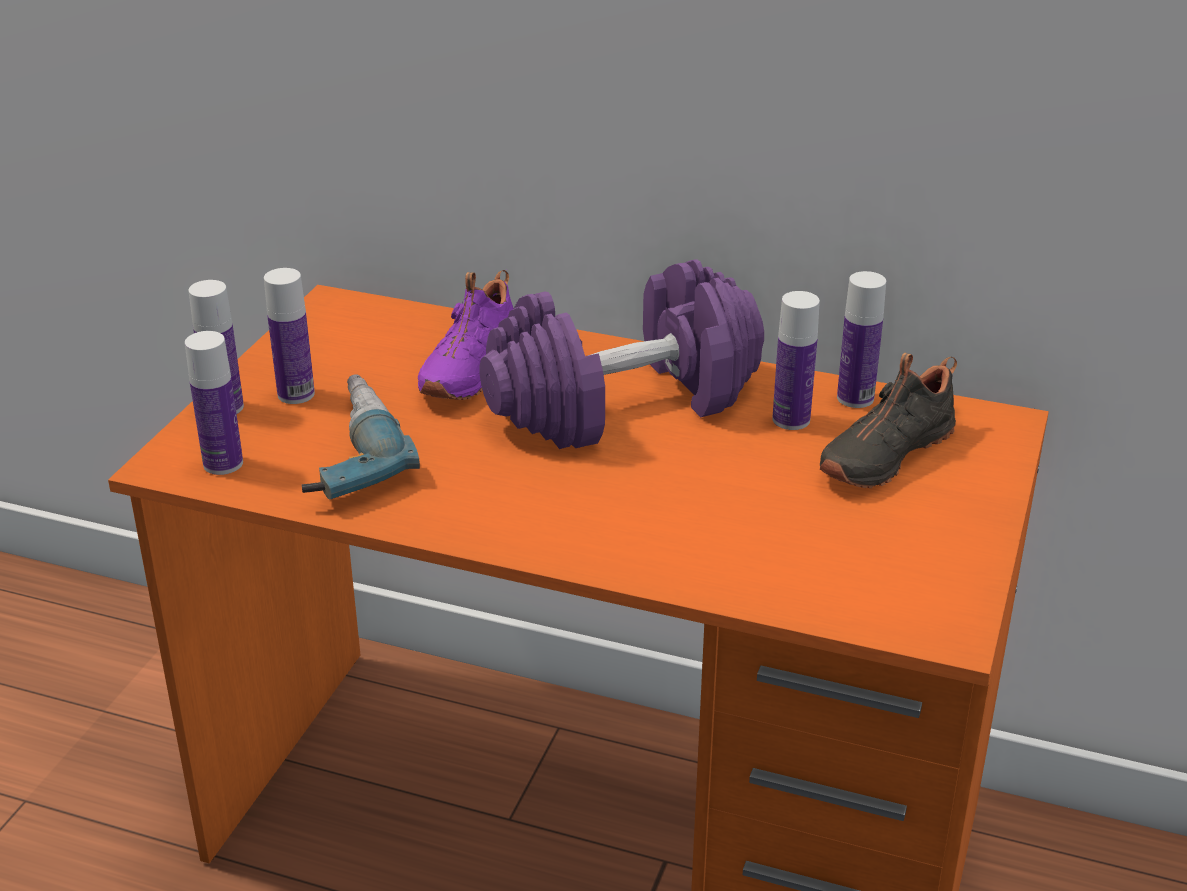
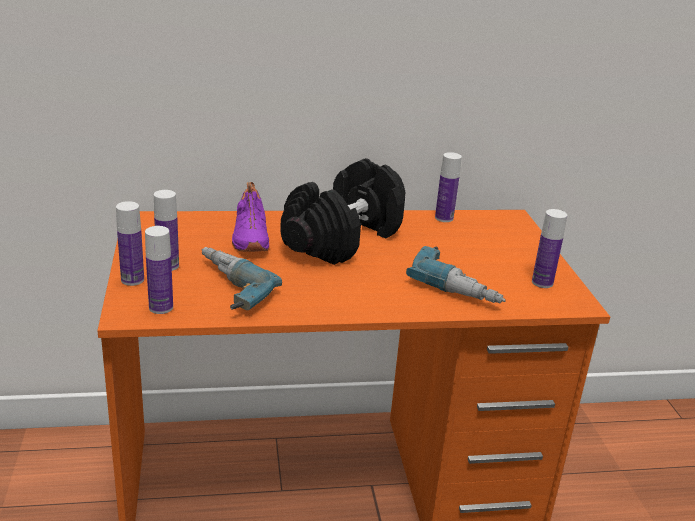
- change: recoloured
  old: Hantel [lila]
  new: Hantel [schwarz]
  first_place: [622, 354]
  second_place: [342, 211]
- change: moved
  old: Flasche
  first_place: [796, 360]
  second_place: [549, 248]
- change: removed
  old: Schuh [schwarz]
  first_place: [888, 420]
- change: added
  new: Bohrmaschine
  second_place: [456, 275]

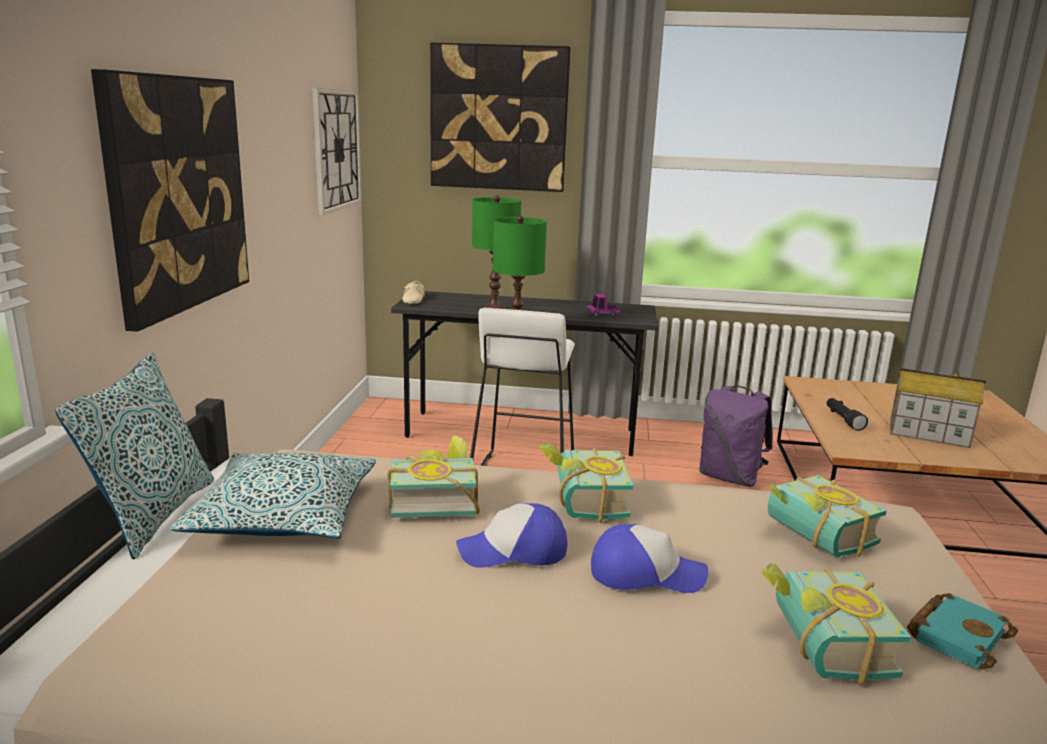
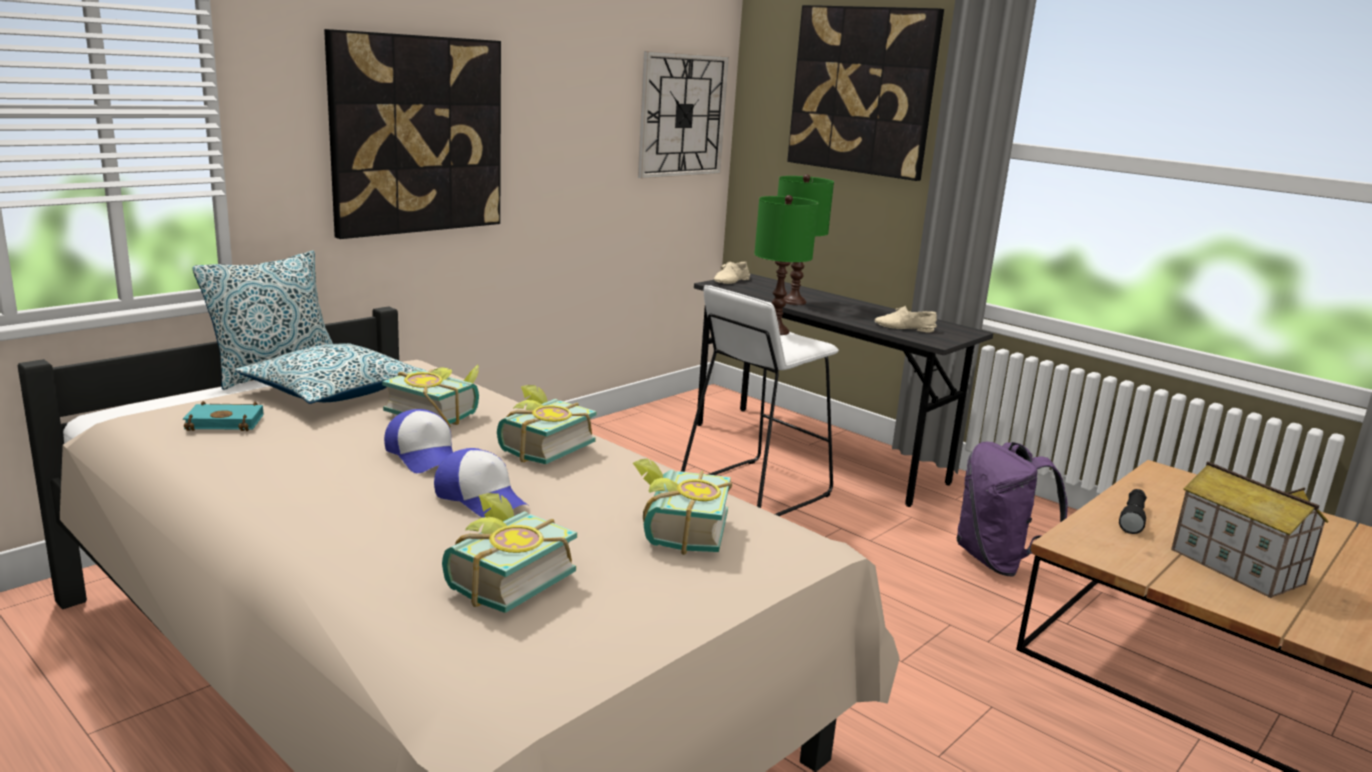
- change: replaced
  old: Spielzeuglaster
  new: Schuh [beige]
  first_place: [603, 305]
  second_place: [906, 319]
- change: turned
  old: Kappe
  first_place: [512, 535]
  second_place: [418, 441]
  degrees: -150
- change: moved
  old: Buch [türkis]
  first_place: [962, 631]
  second_place: [223, 416]

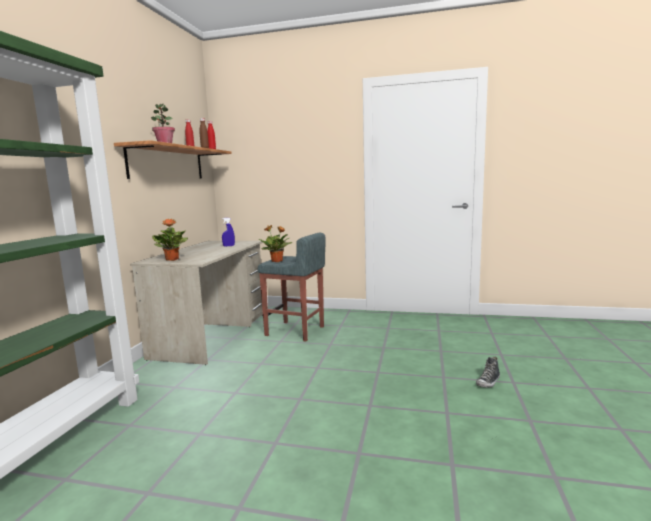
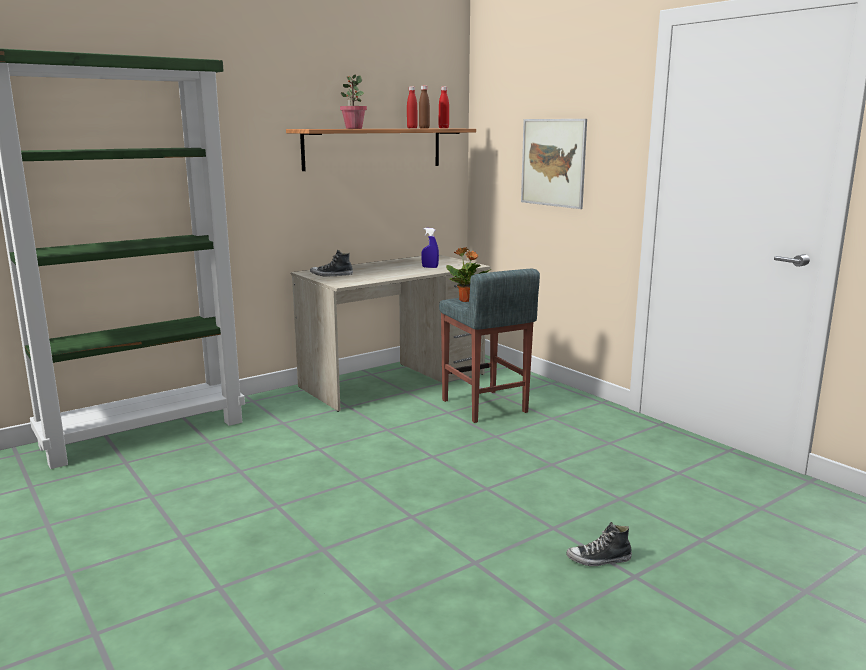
- change: replaced
  old: Topfpflanze
  new: Schuh
  first_place: [170, 240]
  second_place: [331, 263]
- change: added
  new: Bild
  second_place: [554, 164]

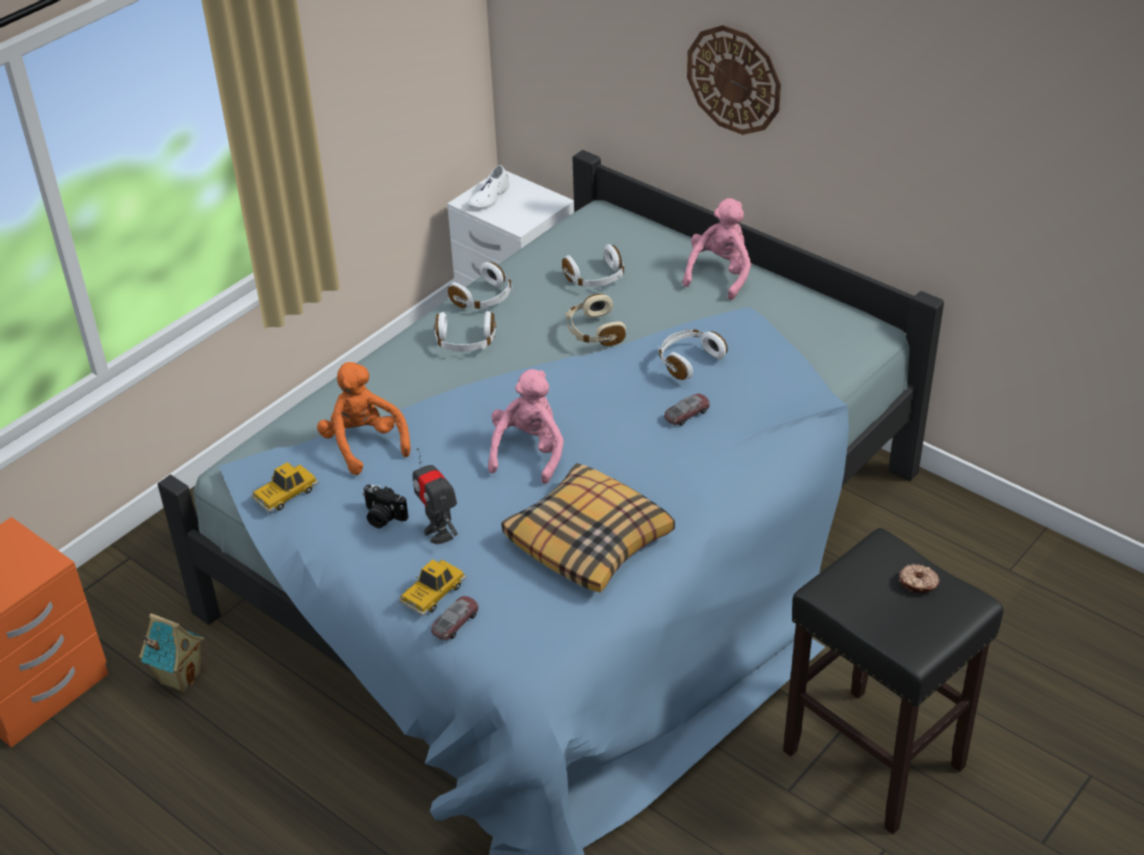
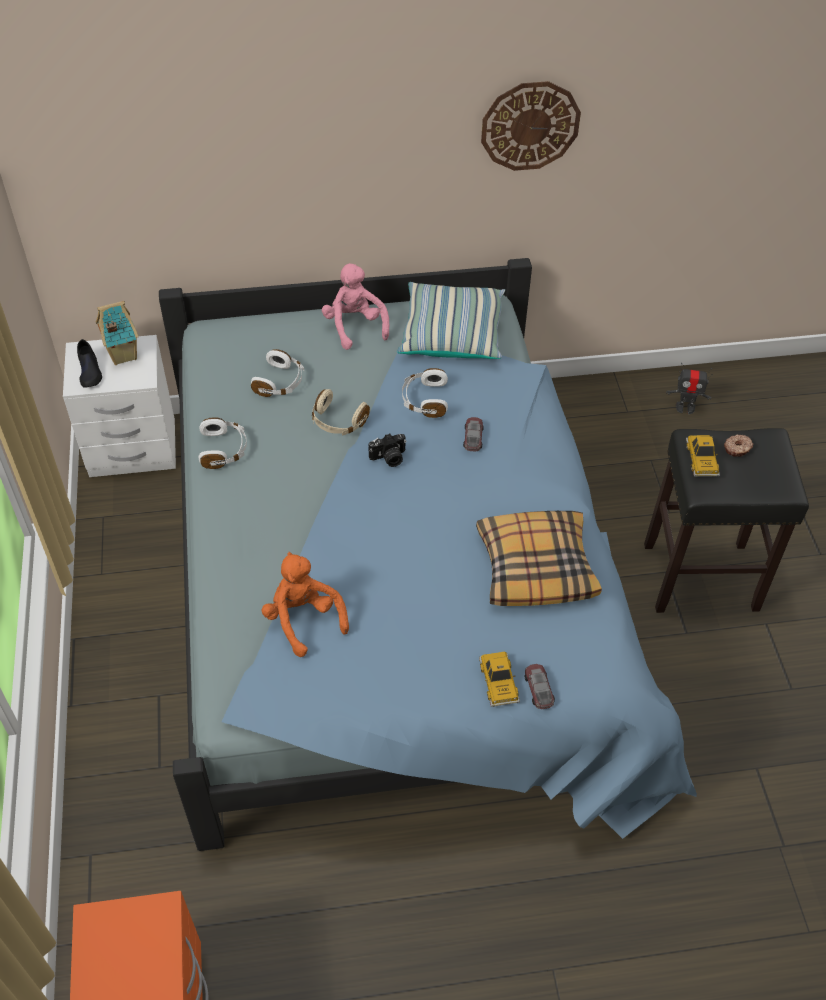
- change: moved
  old: Wanduhr
  first_place: [734, 80]
  second_place: [531, 126]
- change: recoloured
  old: Schuh [weiß]
  new: Schuh [schwarz]
  first_place: [488, 187]
  second_place: [89, 363]
- change: removed
  old: Kopfhörer [weiß]
  first_place: [465, 331]
- change: turned
  old: Plüschtier [orange]
  first_place: [364, 418]
  second_place: [305, 604]
  degrees: 45
- change: removed
  old: Plüschtier [rosa]
  first_place: [526, 426]
- change: moved
  old: Spielzeugroboter
  first_place: [435, 496]
  second_place: [689, 388]
- change: moved
  old: Spielzeugauto
  first_place: [285, 487]
  second_place: [703, 456]
- change: moved
  old: Kamera
  first_place: [385, 506]
  second_place: [387, 450]
- change: moved
  old: Spielzeughaus
  first_place: [171, 653]
  second_place: [116, 333]
- change: added
  new: Kissen
  second_place: [451, 320]

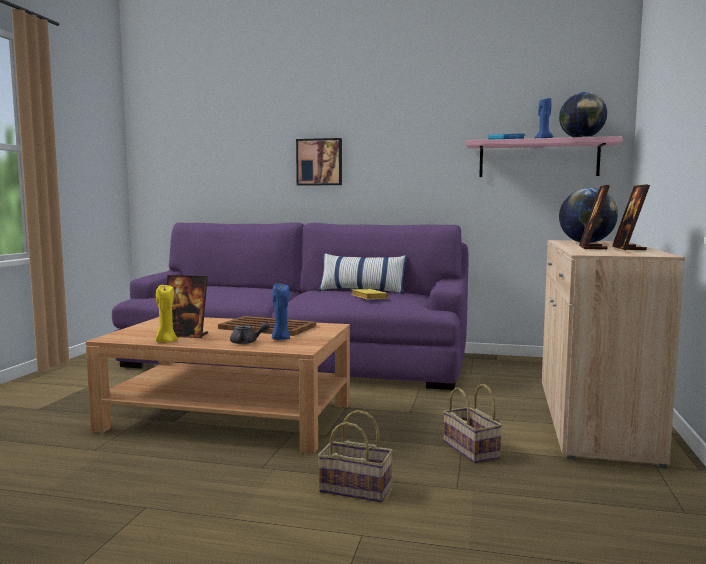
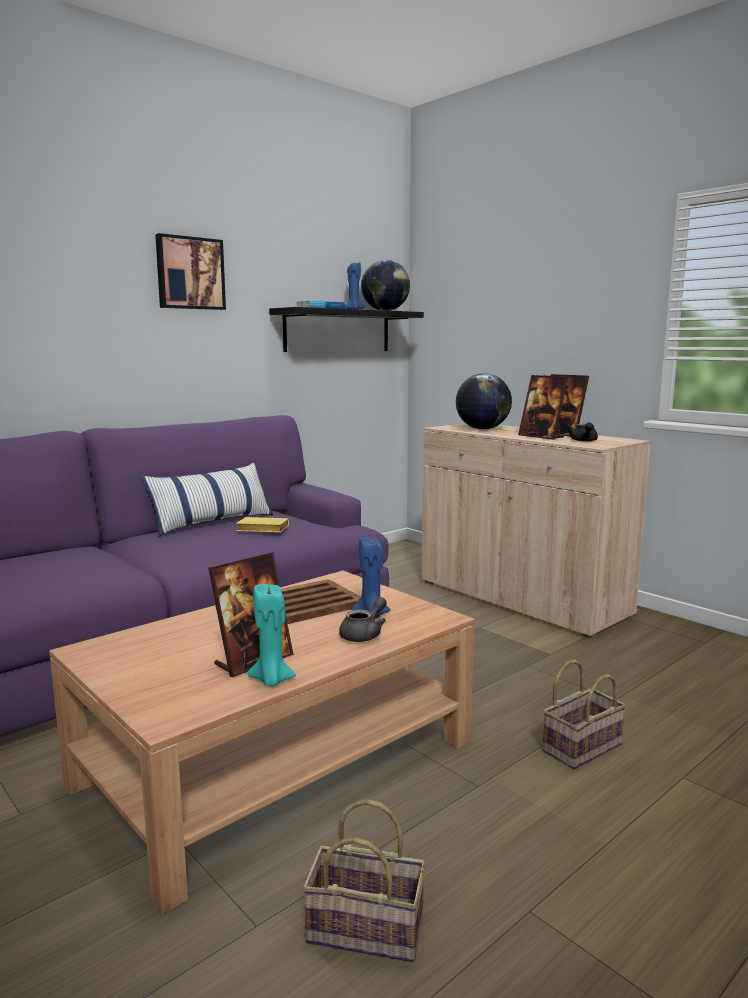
- change: recoloured
  old: Wandregal [rosa]
  new: Wandregal [schwarz]
  first_place: [544, 156]
  second_place: [346, 329]
- change: moved
  old: Bild
  first_place: [319, 162]
  second_place: [190, 271]
- change: recoloured
  old: Kerze [gelb]
  new: Kerze [türkis]
  first_place: [166, 313]
  second_place: [272, 635]
- change: moved
  old: Korb
  first_place: [472, 423]
  second_place: [364, 880]
- change: added
  new: Teekanne [schwarz]
  second_place: [582, 432]

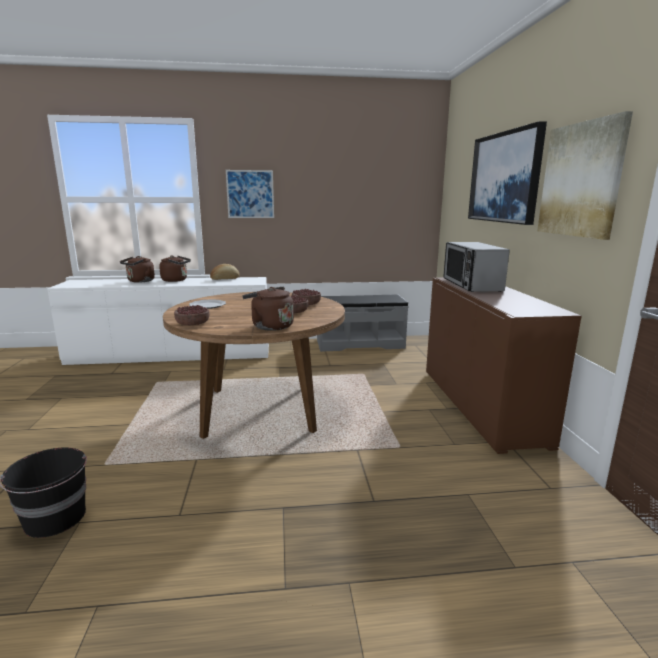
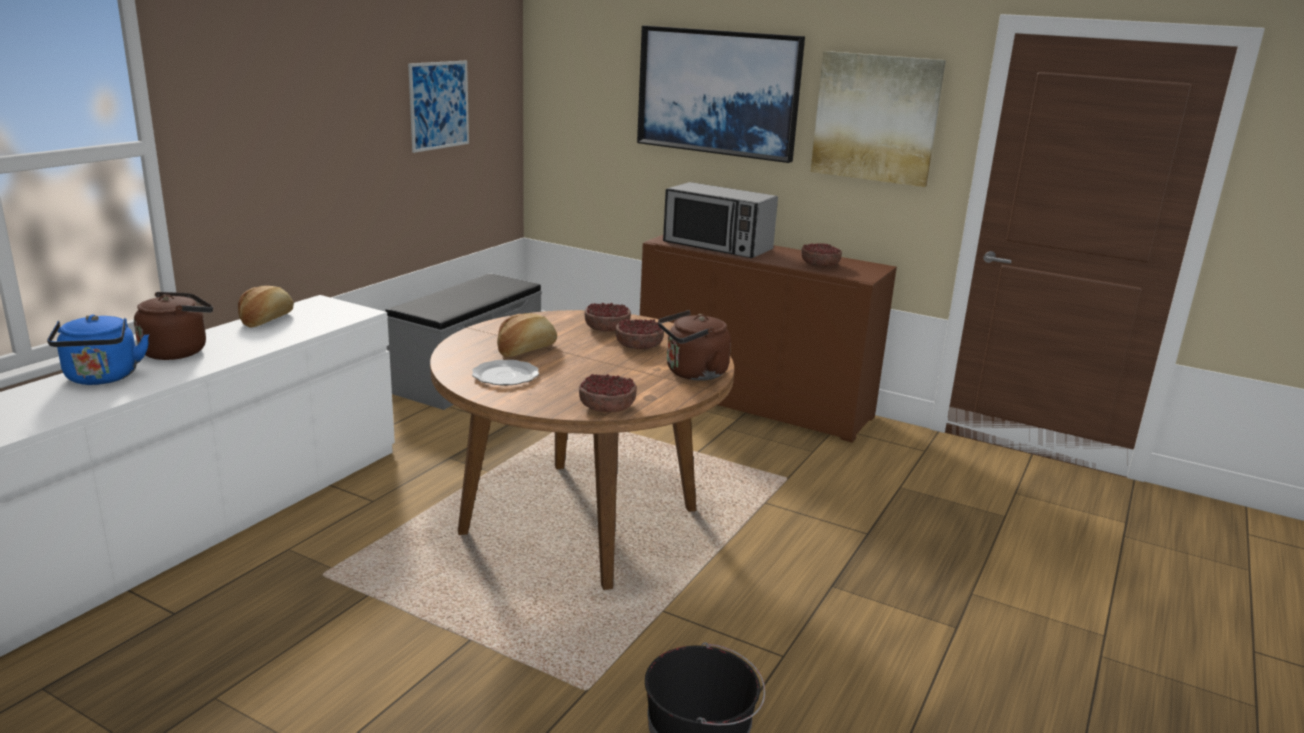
- change: moved
  old: Bild
  first_place: [250, 194]
  second_place: [438, 107]
- change: recoloured
  old: Wasserkessel [braun]
  new: Wasserkessel [blau]
  first_place: [137, 269]
  second_place: [98, 350]
- change: added
  new: Schüssel
  second_place: [821, 255]
- change: added
  new: Brot
  second_place: [527, 335]

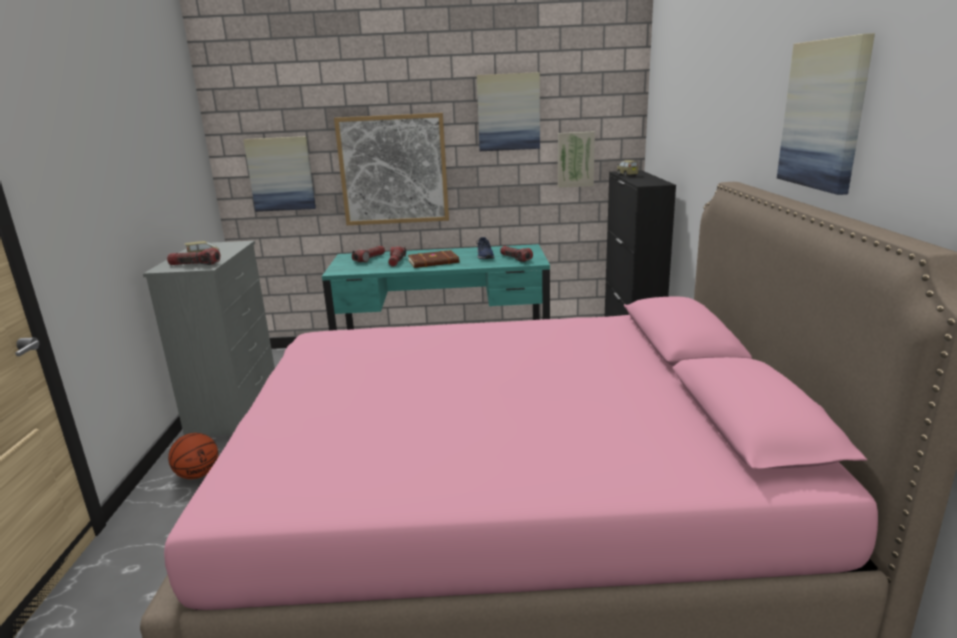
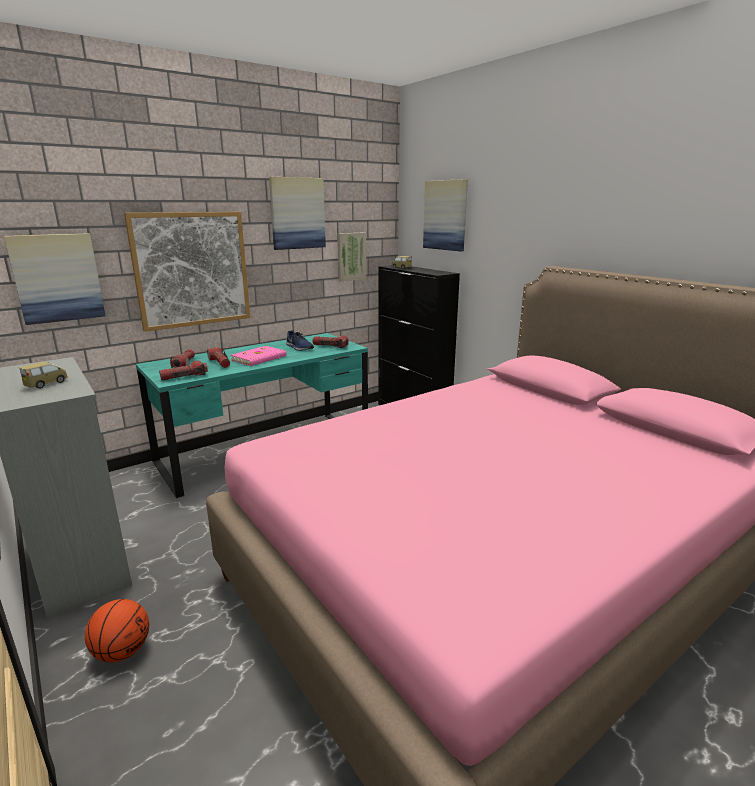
- change: moved
  old: Bild
  first_place: [826, 114]
  second_place: [445, 215]
- change: moved
  old: Taschenlampe
  first_place: [193, 256]
  second_place: [183, 370]
- change: recoloured
  old: Buch [braun]
  new: Buch [rosa]
  first_place: [433, 259]
  second_place: [259, 356]

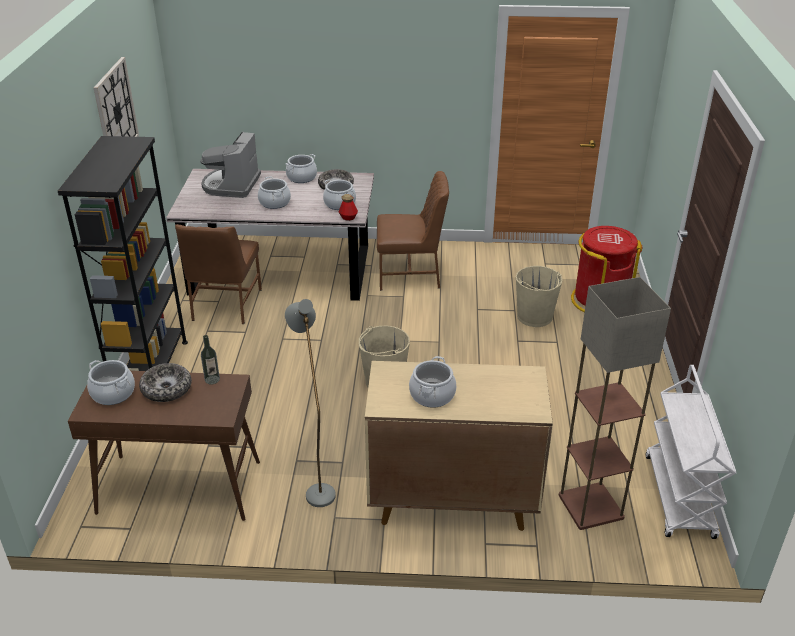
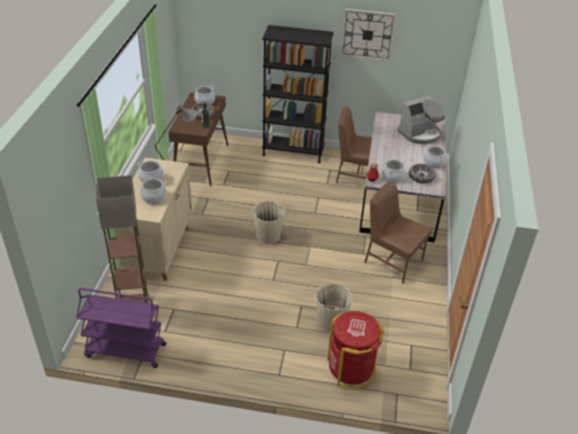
- change: turned
  old: Kaffeemaschine
  first_place: [230, 164]
  second_place: [420, 119]
  degrees: 135
- change: turned
  old: Stuhl [braun]
  first_place: [413, 231]
  second_place: [397, 232]
  degrees: 120
- change: moved
  old: Kochtopf
  first_place: [274, 192]
  second_place: [152, 191]
- change: recoloured
  old: Rollwagen [weiß]
  new: Rollwagen [lila]
  first_place: [691, 452]
  second_place: [121, 328]

